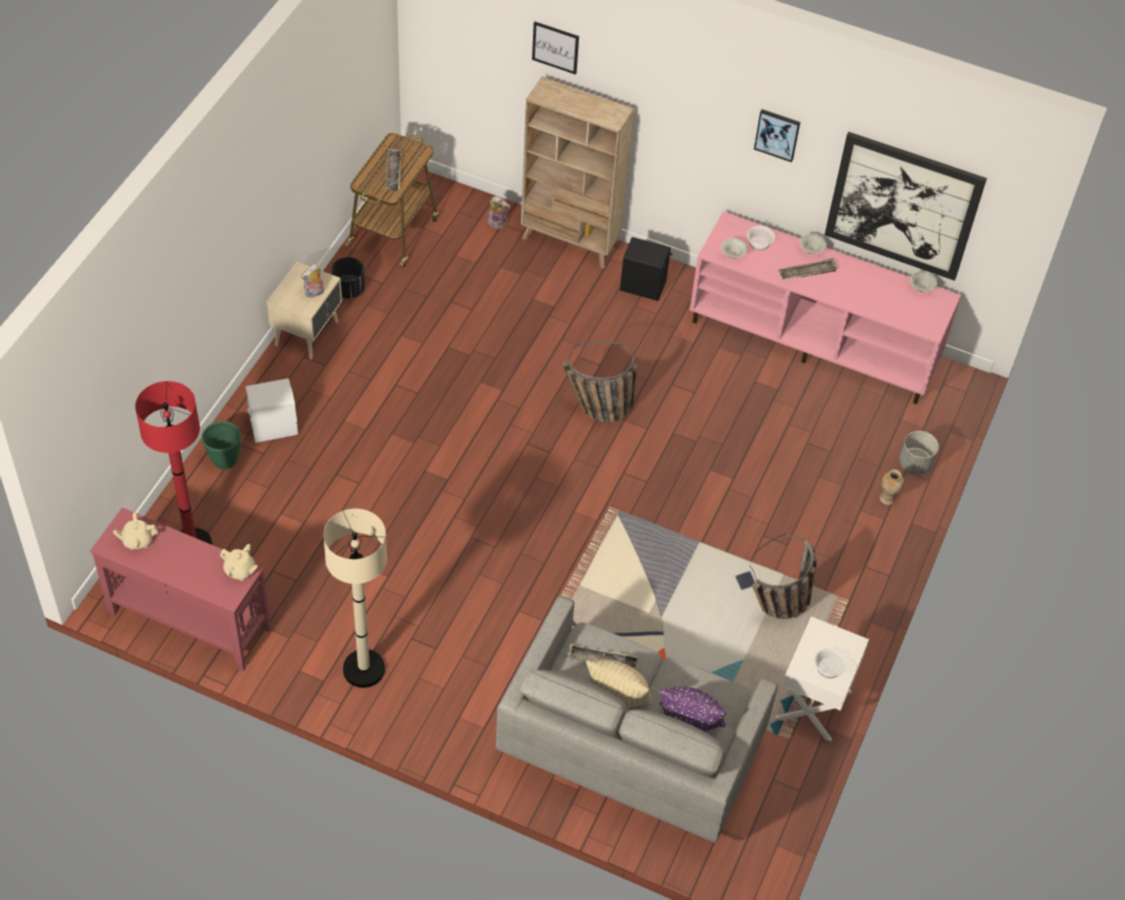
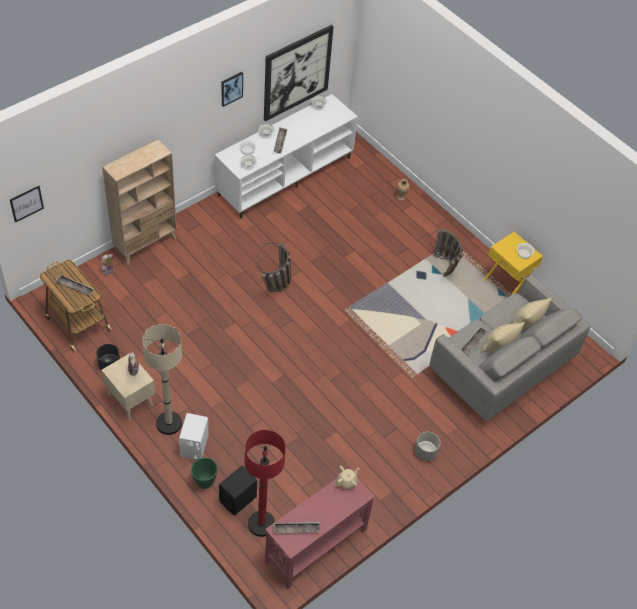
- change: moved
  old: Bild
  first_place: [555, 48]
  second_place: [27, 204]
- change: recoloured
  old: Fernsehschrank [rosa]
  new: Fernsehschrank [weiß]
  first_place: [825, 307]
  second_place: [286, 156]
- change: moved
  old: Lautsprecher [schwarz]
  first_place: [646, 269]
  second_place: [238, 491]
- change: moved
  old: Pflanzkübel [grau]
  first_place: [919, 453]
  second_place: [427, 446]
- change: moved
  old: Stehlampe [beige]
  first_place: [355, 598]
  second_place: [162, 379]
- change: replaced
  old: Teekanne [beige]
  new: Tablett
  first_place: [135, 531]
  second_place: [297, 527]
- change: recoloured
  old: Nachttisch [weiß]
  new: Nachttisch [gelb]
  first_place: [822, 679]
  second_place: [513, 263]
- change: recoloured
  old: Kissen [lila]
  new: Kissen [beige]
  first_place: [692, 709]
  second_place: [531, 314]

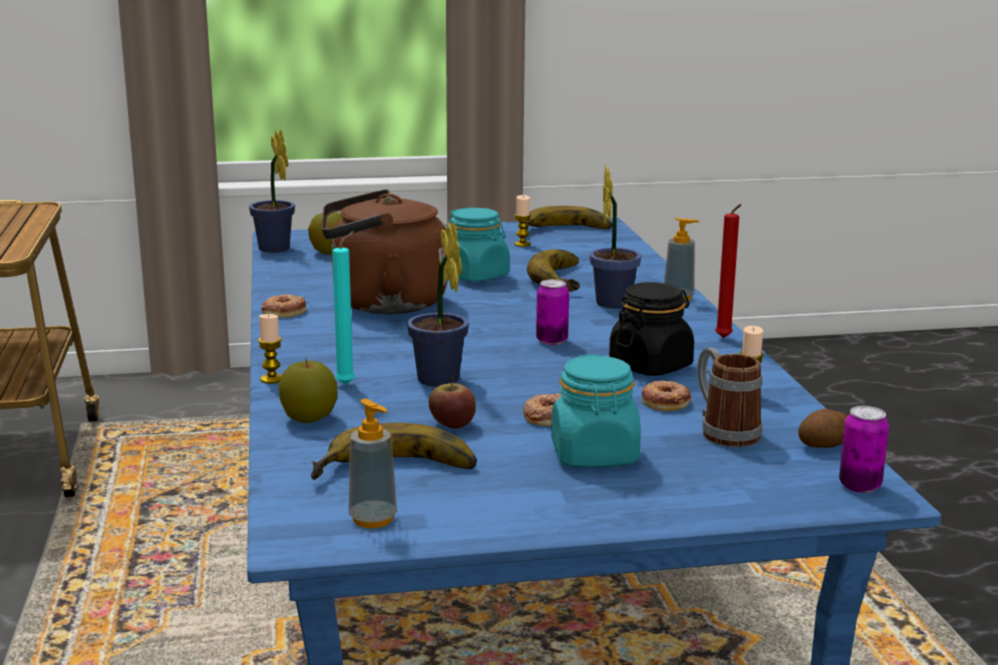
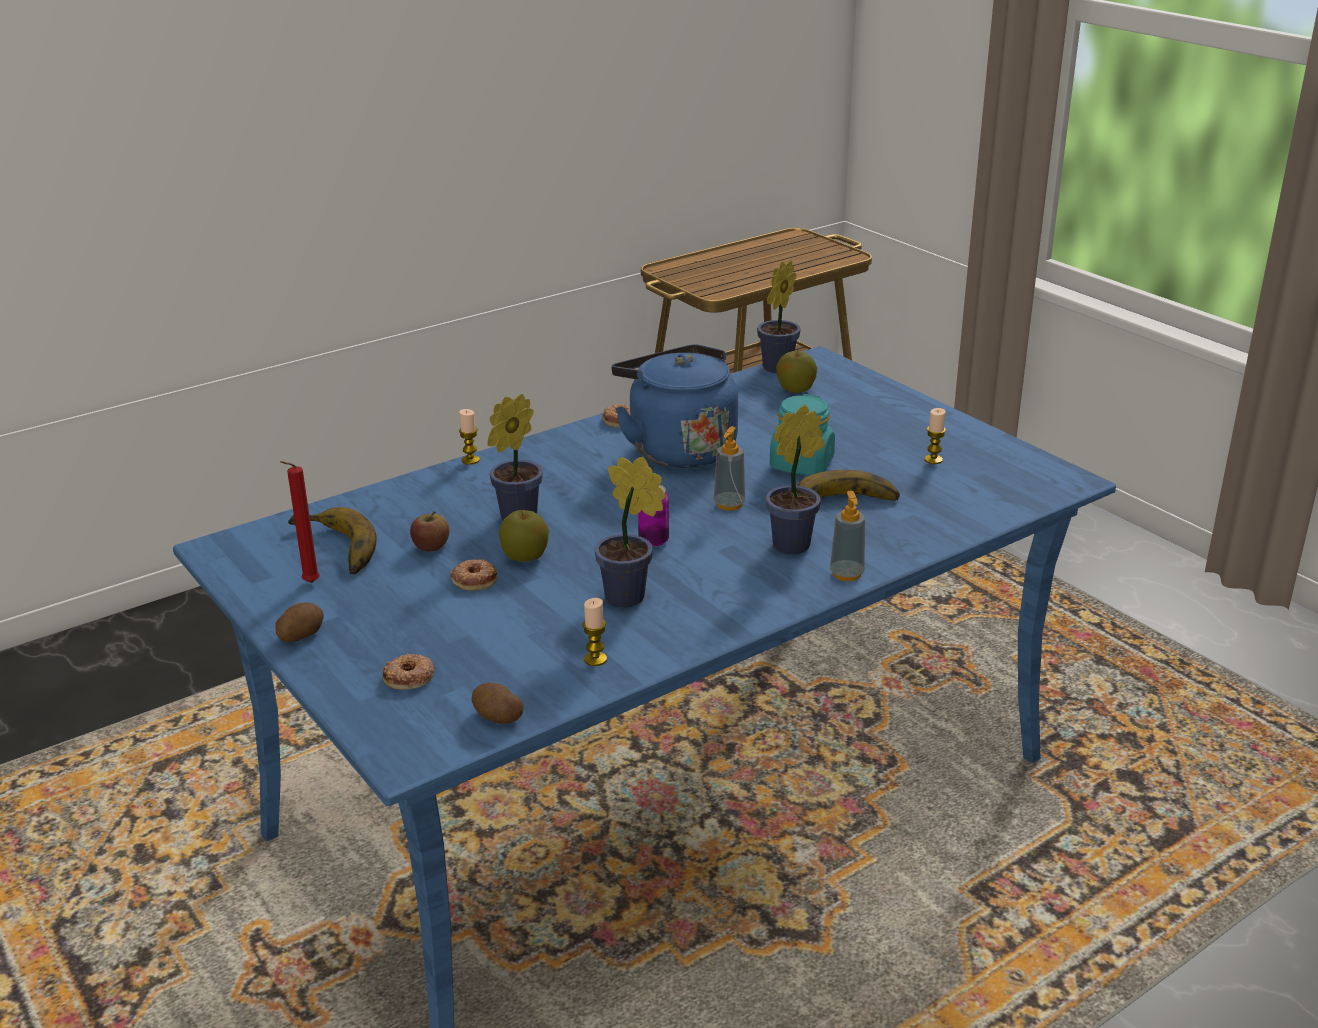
- change: recoloured
  old: Wasserkessel [braun]
  new: Wasserkessel [blau]
  first_place: [385, 251]
  second_place: [675, 406]
- change: moved
  old: Kerze [rot]
  first_place: [728, 271]
  second_place: [300, 522]
- change: removed
  old: Banane
  first_place: [569, 218]
- change: removed
  old: Kerze [türkis]
  first_place: [343, 308]
- change: replaced
  old: Vorratsglas [schwarz]
  new: Topfpflanze
  first_place: [651, 329]
  second_place: [630, 532]
- change: removed
  old: Henkelbecher
  first_place: [730, 397]
- change: removed
  old: Vorratsglas [türkis]
  first_place: [596, 411]
- change: moved
  old: Apfel
  first_place: [308, 391]
  second_place: [524, 536]
- change: moved
  old: Donut
  first_place: [666, 396]
  second_place: [409, 671]
- change: moved
  old: Seifenspender
  first_place: [373, 463]
  second_place: [730, 468]
- change: removed
  old: Dose
  first_place: [864, 449]
- change: added
  new: Kartoffel
  second_place: [299, 622]

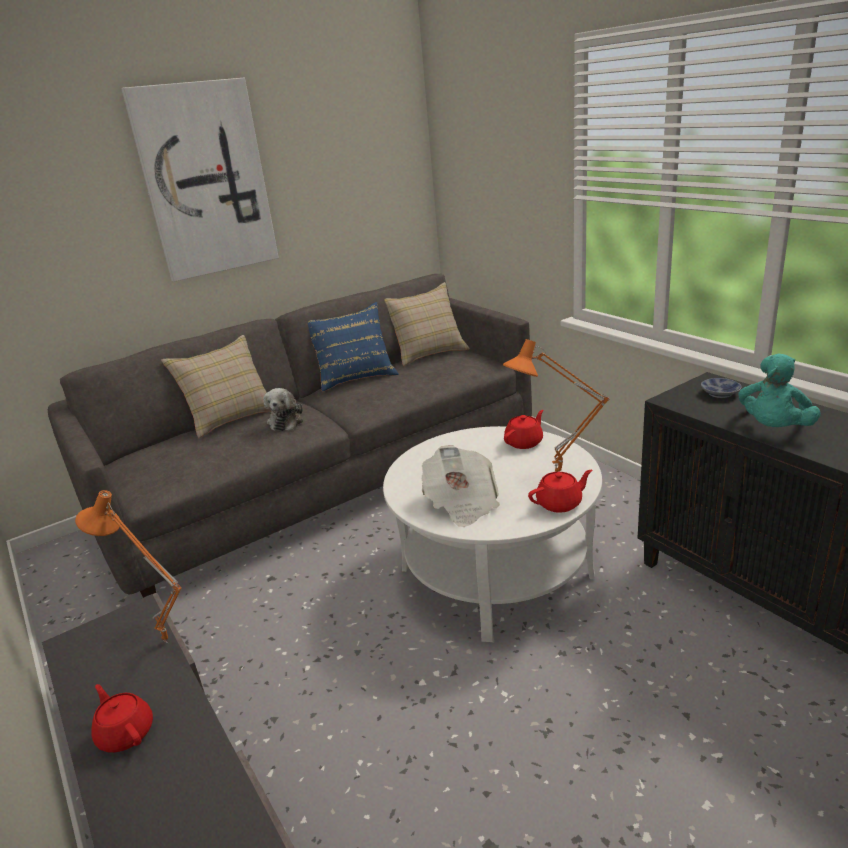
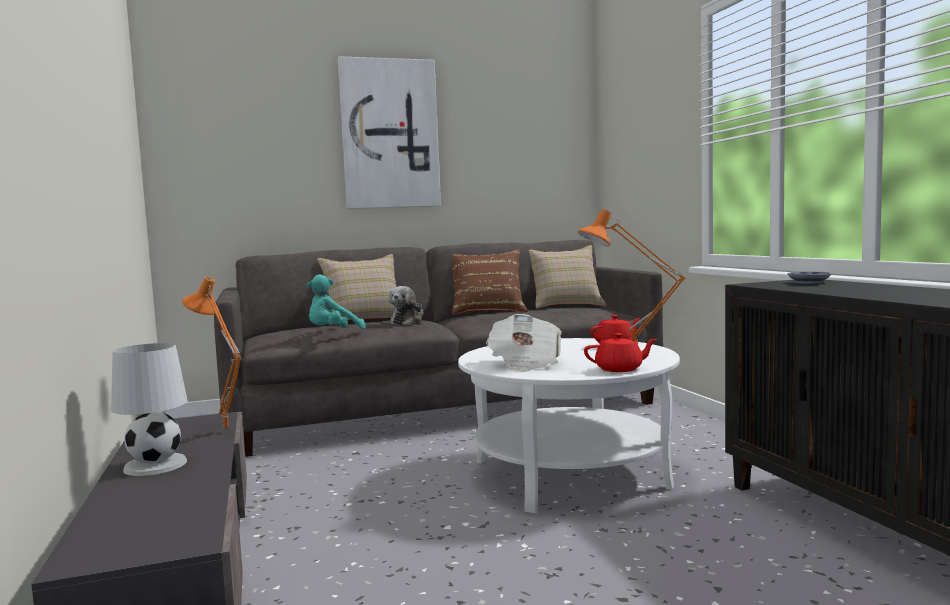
- change: recoloured
  old: Kissen [blau]
  new: Kissen [braun]
  first_place: [353, 347]
  second_place: [490, 282]
- change: moved
  old: Plüschtier [türkis]
  first_place: [779, 390]
  second_place: [336, 301]
- change: replaced
  old: Teekanne [rot]
  new: Tischlampe [weiß]
  first_place: [122, 718]
  second_place: [149, 409]

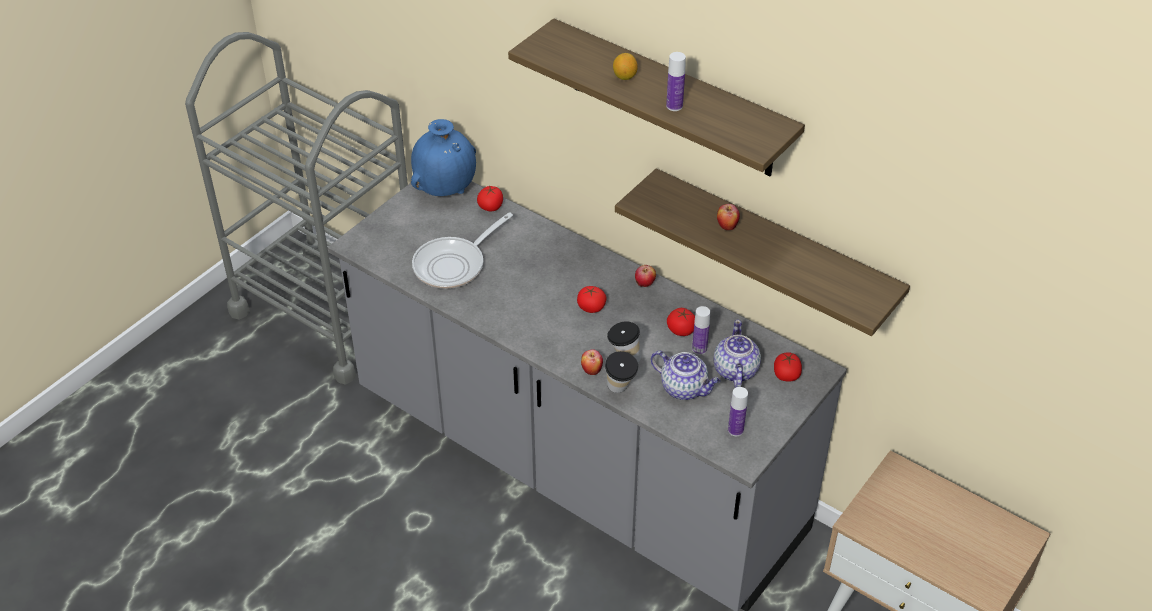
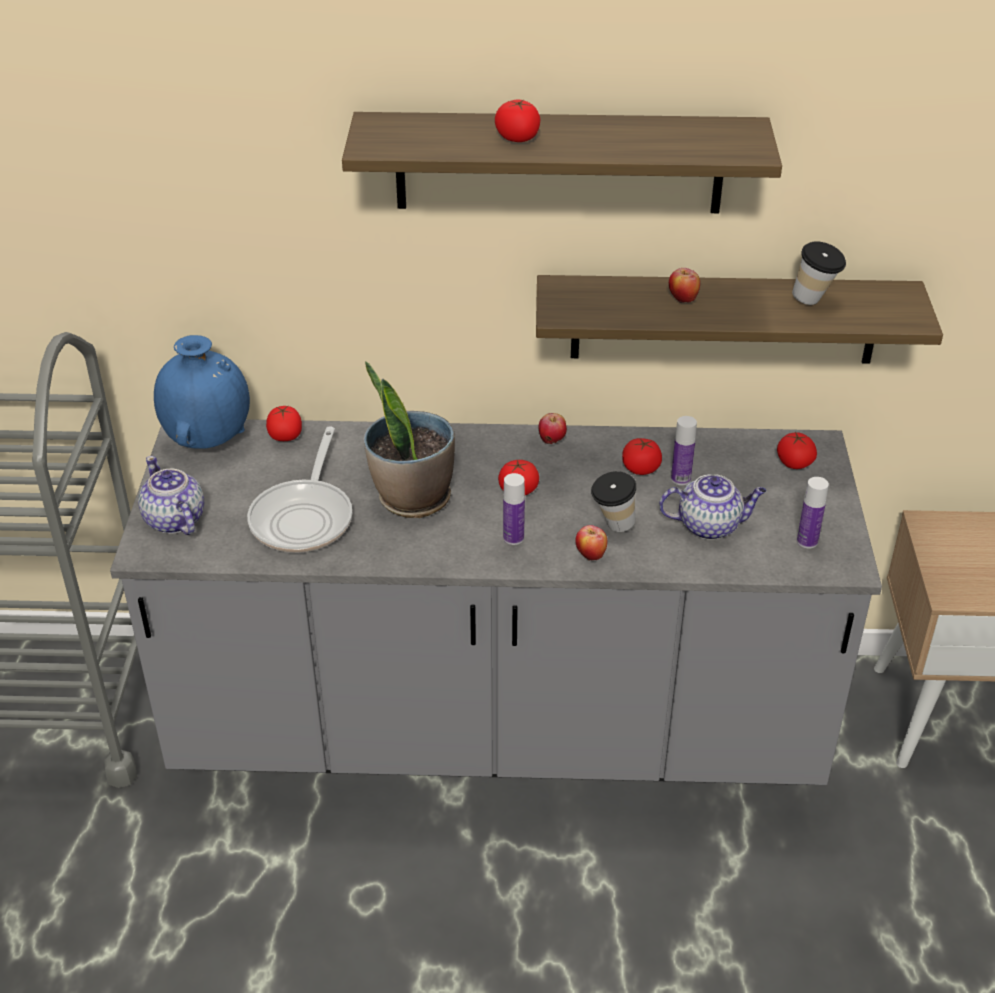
- change: moved
  old: Flasche
  first_place: [676, 81]
  second_place: [514, 509]
- change: replaced
  old: Zitrone
  new: Tomate
  first_place: [625, 66]
  second_place: [517, 121]
- change: moved
  old: Teekanne
  first_place: [737, 354]
  second_place: [171, 495]
- change: moved
  old: Tasse
  first_place: [622, 372]
  second_place: [819, 273]
- change: added
  new: Topfpflanze
  second_place: [409, 439]

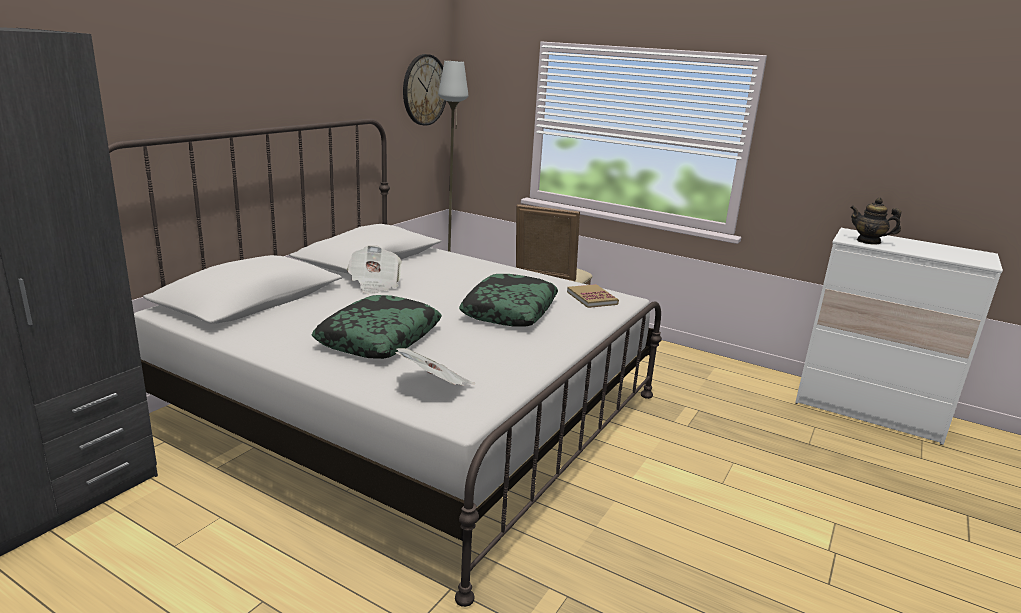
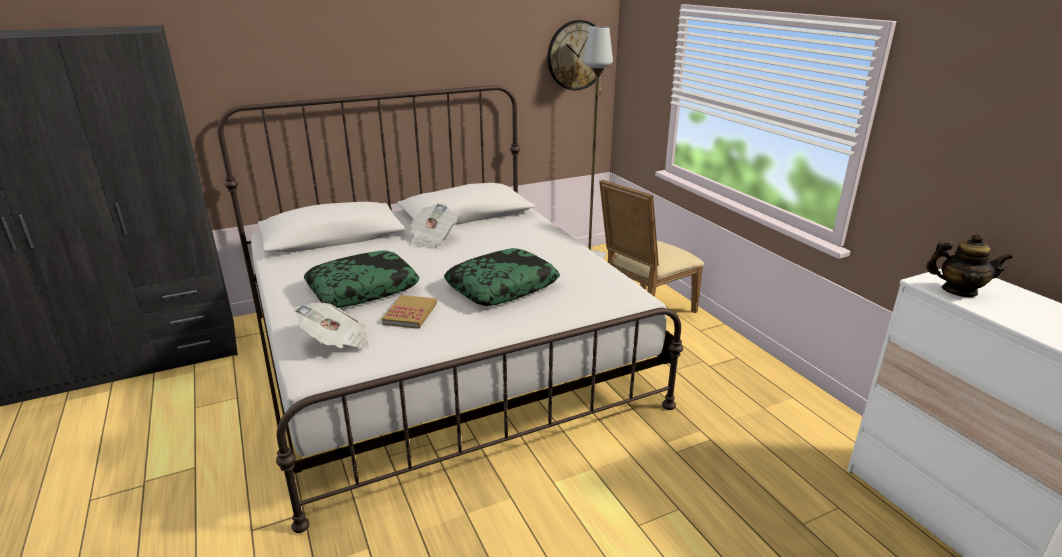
- change: turned
  old: Teekanne
  first_place: [876, 221]
  second_place: [969, 265]
  degrees: 135
- change: moved
  old: Buch
  first_place: [593, 296]
  second_place: [409, 312]

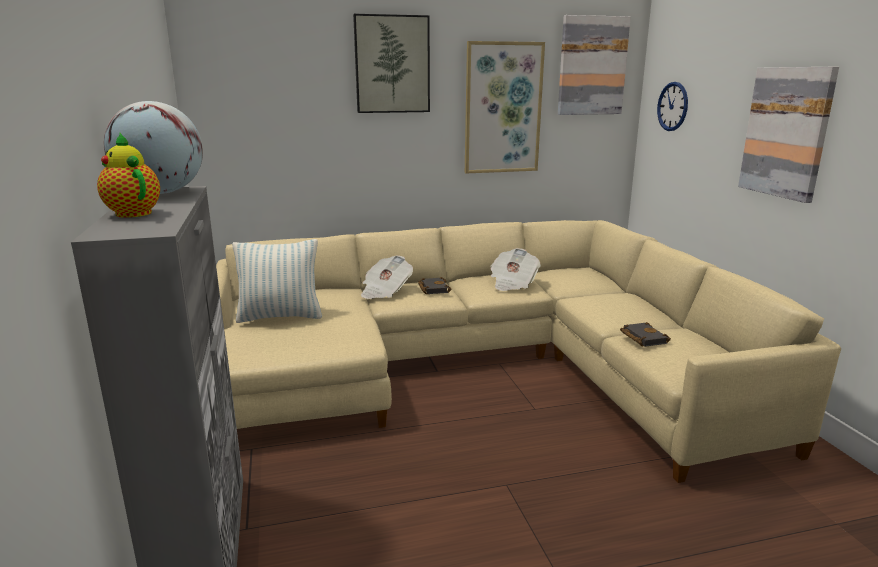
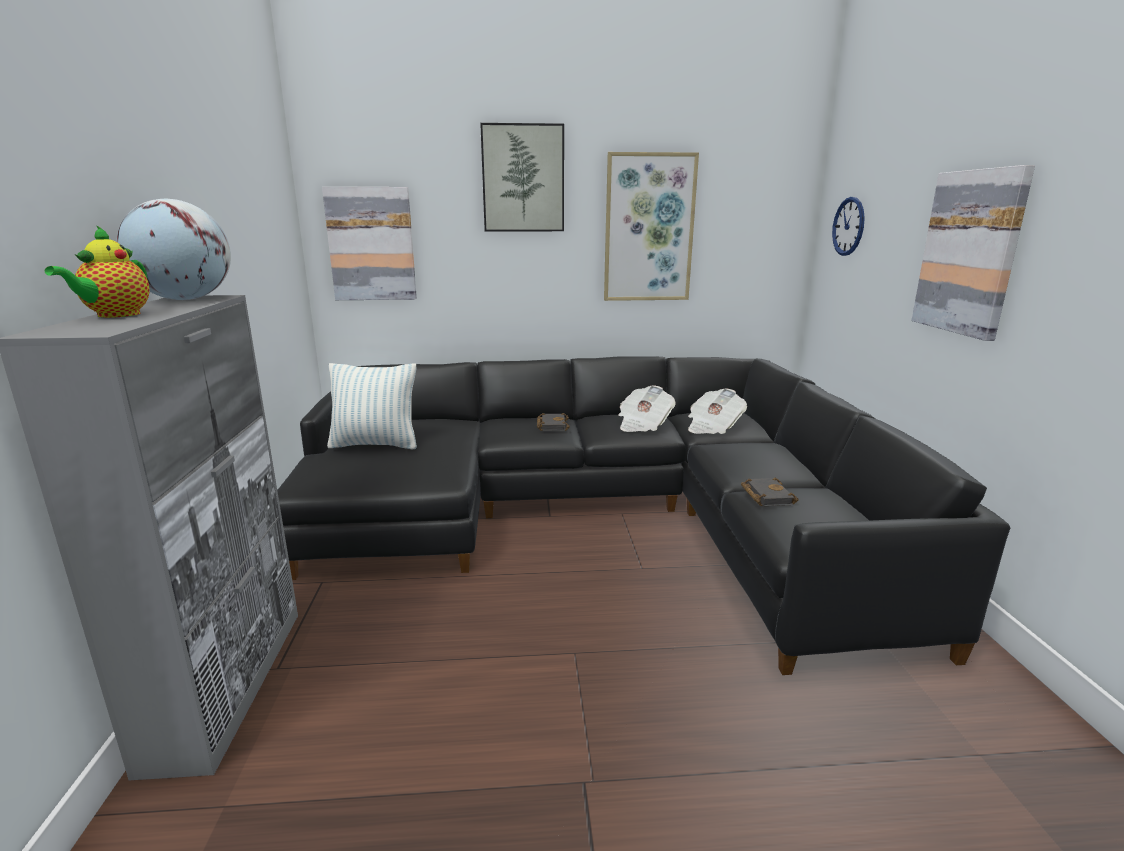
- change: moved
  old: Bild
  first_place: [594, 65]
  second_place: [369, 243]
- change: turned
  old: Teekanne
  first_place: [128, 175]
  second_place: [97, 271]
  degrees: -135
- change: recoloured
  old: Sofa [beige]
  new: Sofa [schwarz]
  first_place: [528, 351]
  second_place: [643, 515]
- change: moved
  old: Zeitung
  first_place: [387, 277]
  second_place: [717, 411]

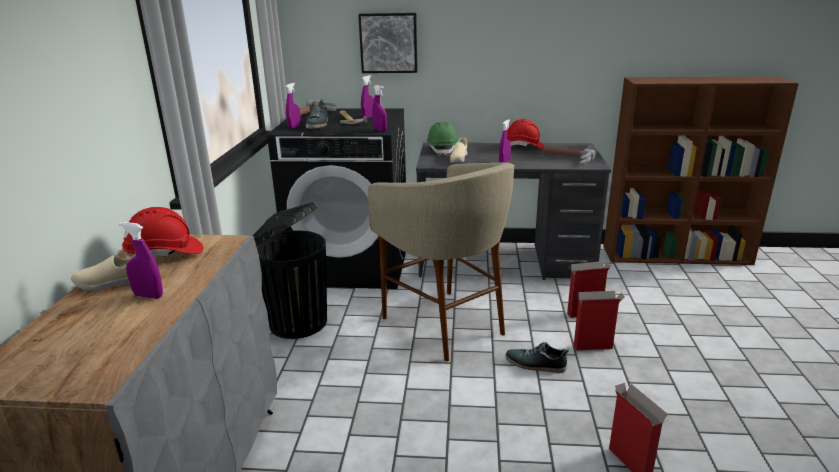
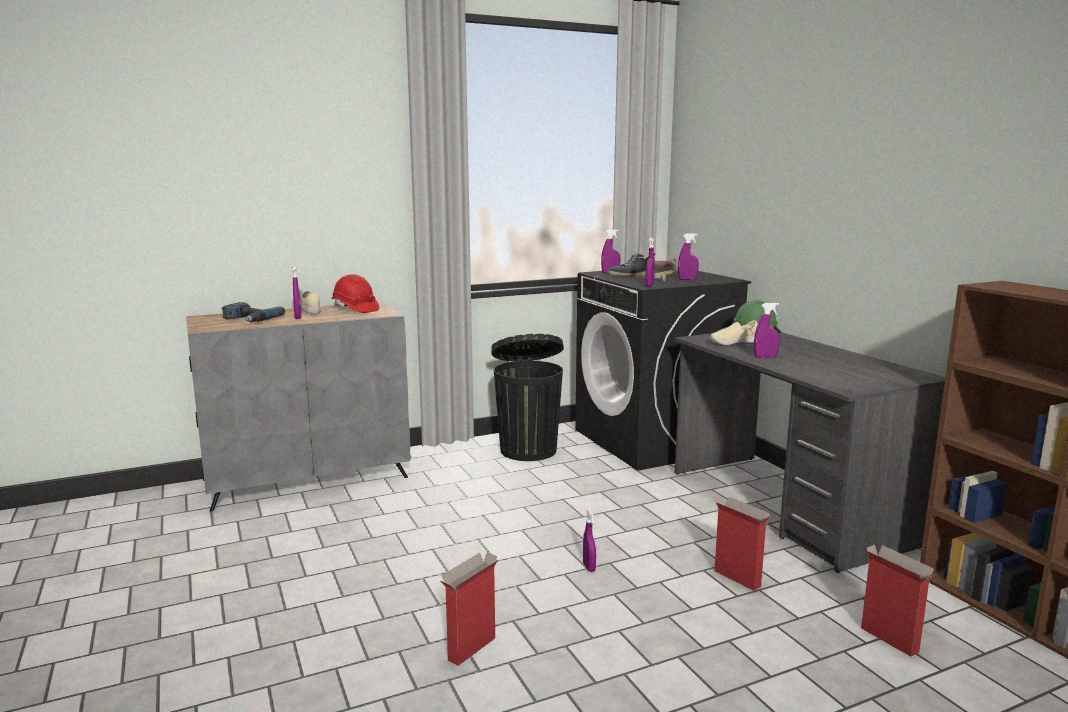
- change: removed
  old: Bild
  first_place: [388, 43]
- change: removed
  old: Schutzhelm [rot]
  first_place: [526, 134]
- change: removed
  old: Hammer
  first_place: [570, 155]
- change: removed
  old: Hocker [beige]
  first_place: [441, 262]
- change: moved
  old: Karton
  first_place: [599, 320]
  second_place: [899, 600]
- change: replaced
  old: Schuh
  new: Sprühflasche [lila]
  first_place: [537, 357]
  second_place: [589, 540]
- change: added
  new: Bohrmaschine
  second_place: [253, 312]

